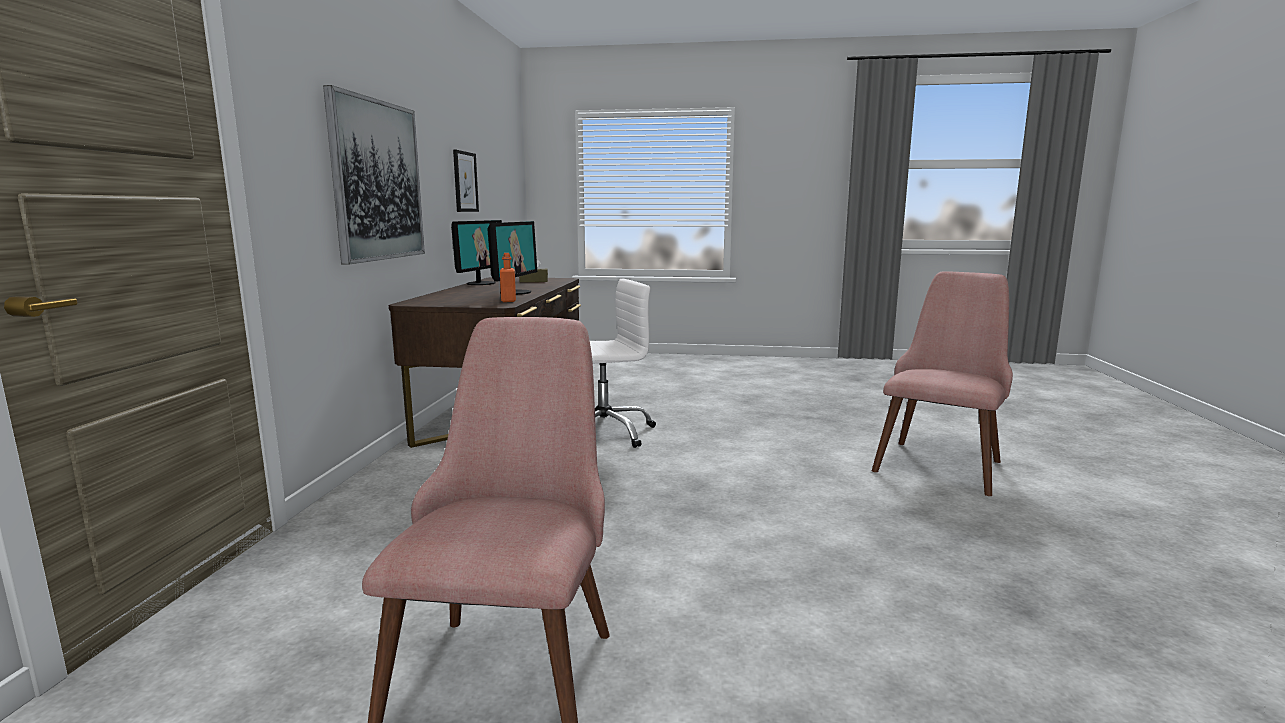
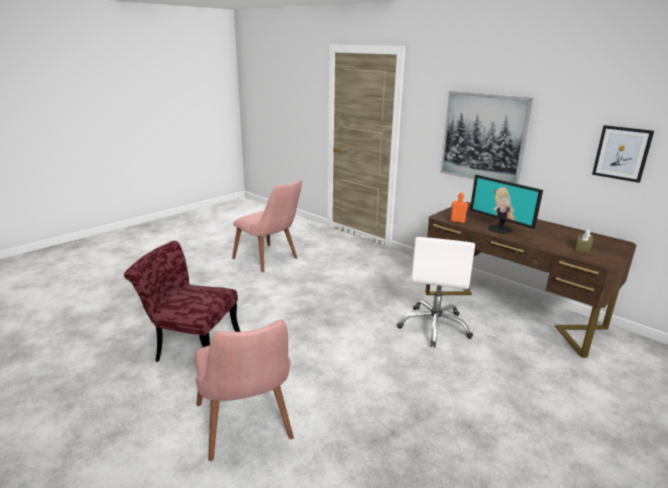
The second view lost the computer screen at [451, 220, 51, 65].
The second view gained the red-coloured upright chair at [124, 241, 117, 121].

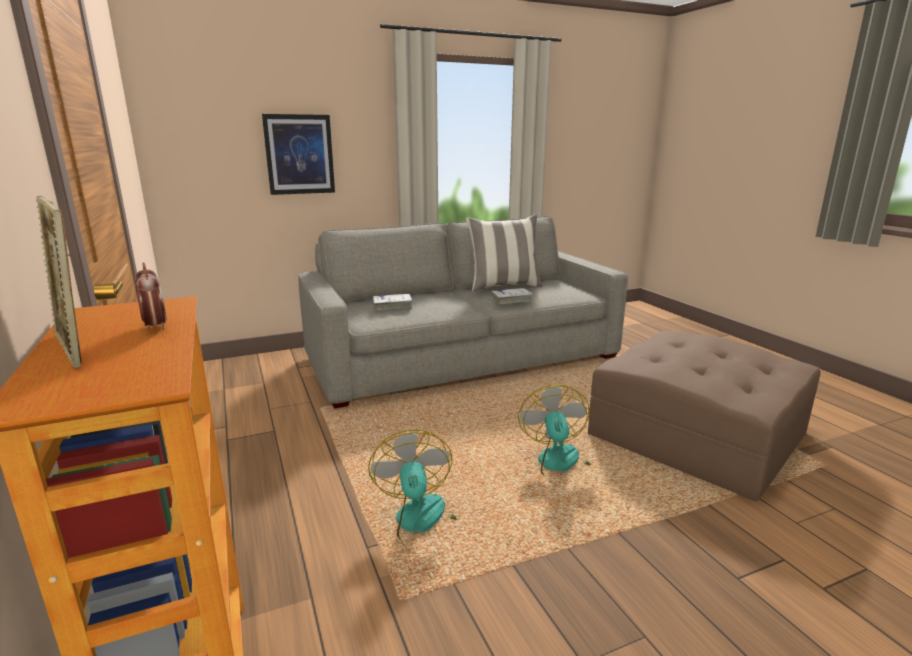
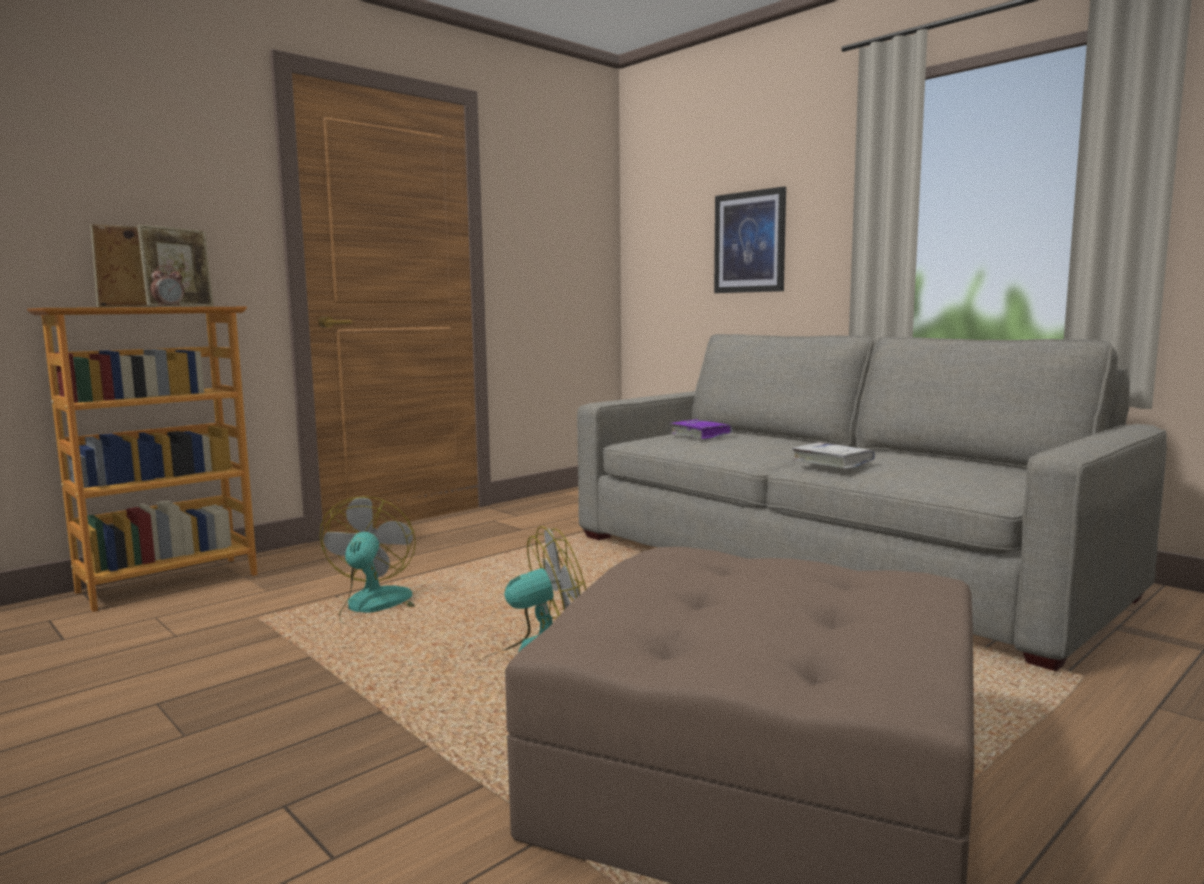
The second view lost the throw pillow at [466, 215, 77, 76].
The second view gained the photo frame at [137, 224, 77, 83].
What was the whitish bound book at [373, 294, 40, 16] turned into the purple-coloured bound book at [670, 419, 62, 20].
The electric fan at [368, 430, 89, 123] ended up facing another way, 60 degrees counterclockwise from before.

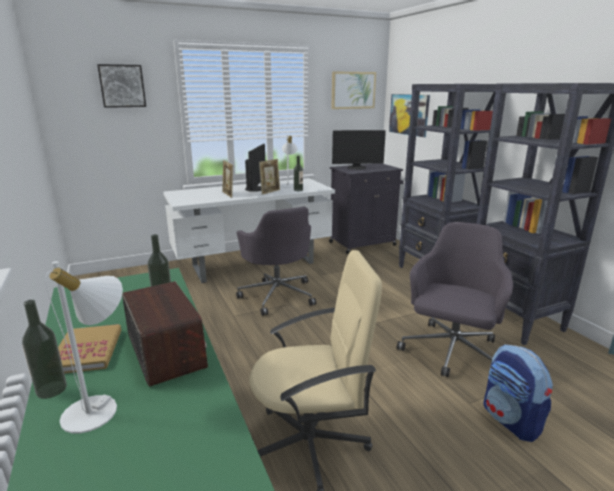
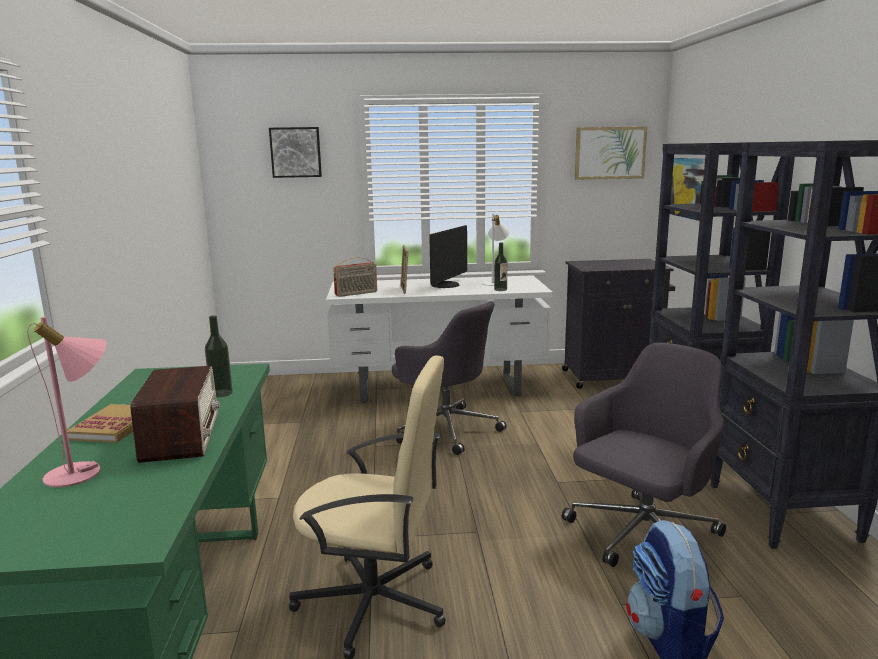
The second view lost the bottle at [22, 300, 45, 99].
The second view lost the photo frame at [259, 159, 21, 36].
The second view lost the computer screen at [332, 130, 54, 40].
The second view gained the radio set at [333, 257, 44, 40].
What was the whitish table lamp at [45, 261, 78, 172] turned into the pink table lamp at [27, 317, 79, 170].
The grey office chair at [236, 207, 80, 109] ended up facing another way, 45 degrees counterclockwise from before.

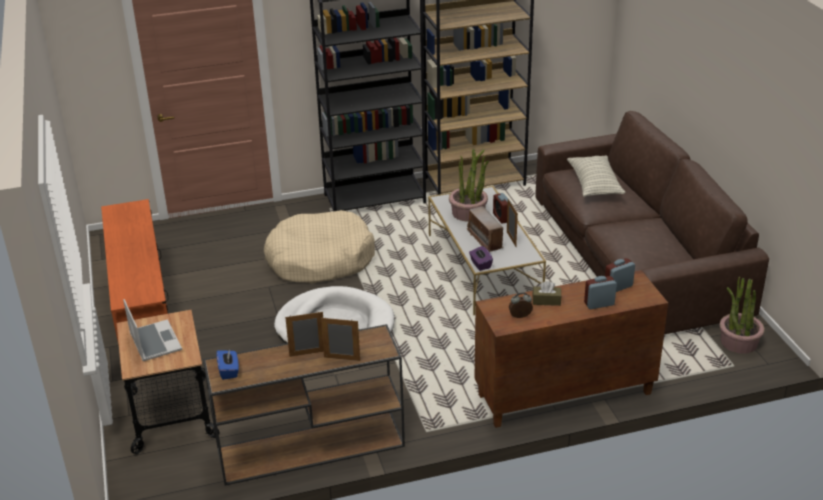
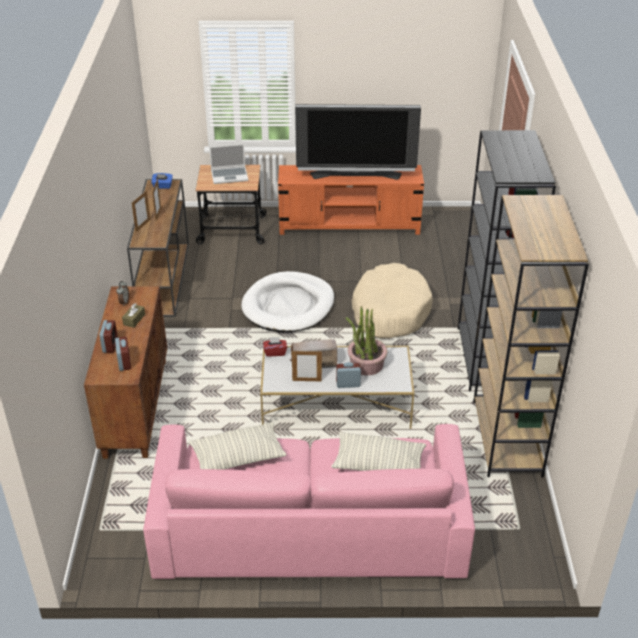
The second view lost the potted plant at [720, 277, 44, 77].
The second view gained the throw pillow at [189, 422, 97, 48].
The second view gained the TV at [295, 104, 126, 76].
What was the purple-coloured tissue box at [469, 246, 24, 25] turned into the red-coloured tissue box at [263, 337, 24, 20].
What was the brown sofa at [535, 111, 234, 223] turned into the pink sofa at [143, 424, 332, 155].

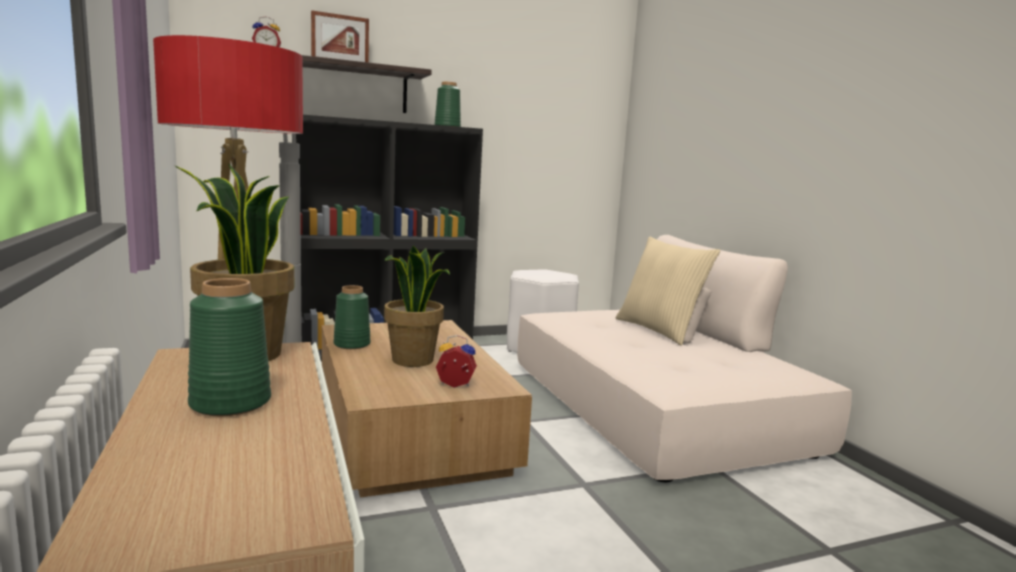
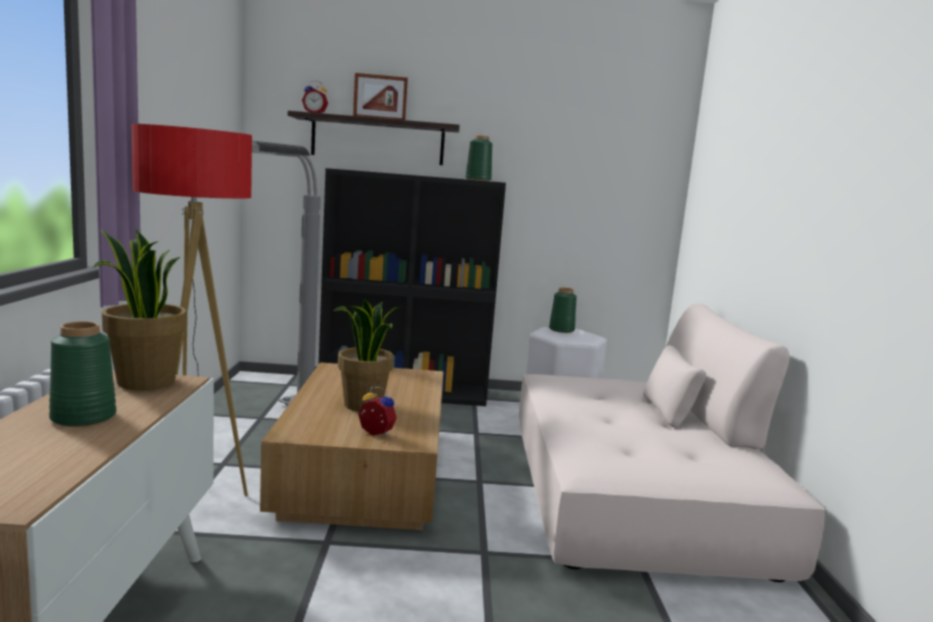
The second view lost the beige throw pillow at [616, 236, 104, 110].
The green decorative vase ended up elsewhere, having gone from [333, 285, 38, 64] to [549, 288, 28, 45].

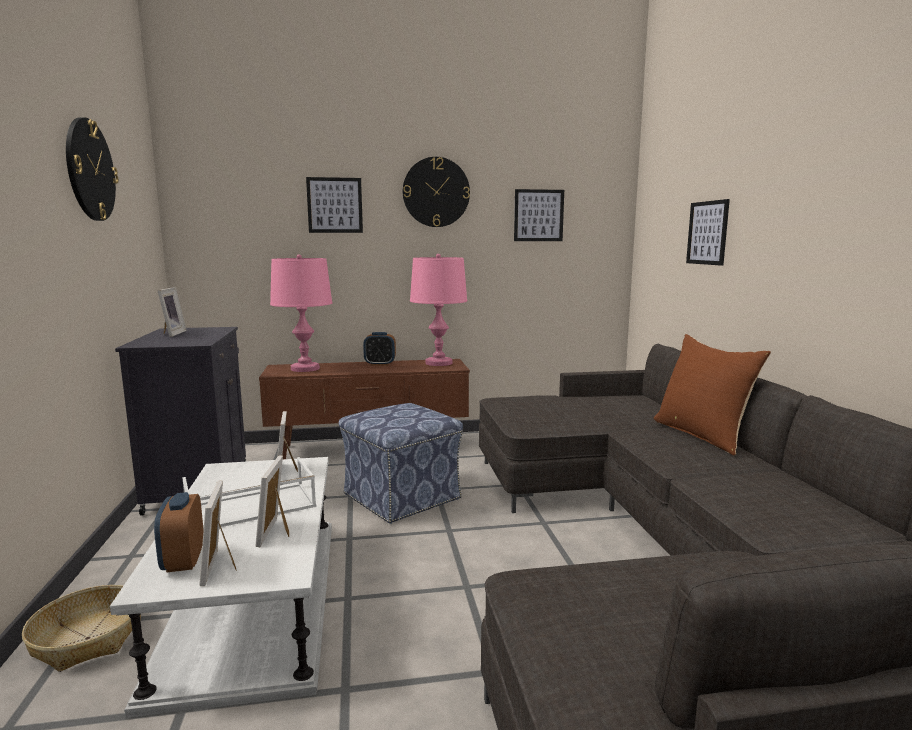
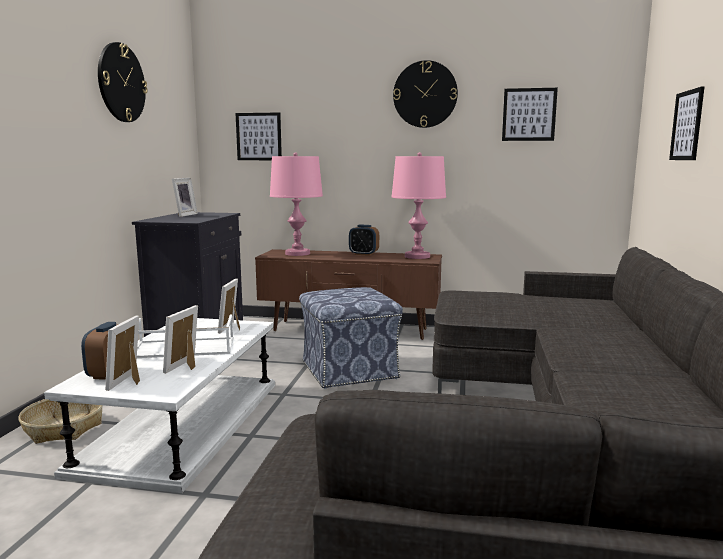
The second view lost the brown throw pillow at [654, 334, 117, 121].
The wall art ended up elsewhere, having gone from [306, 177, 57, 56] to [236, 112, 46, 48].

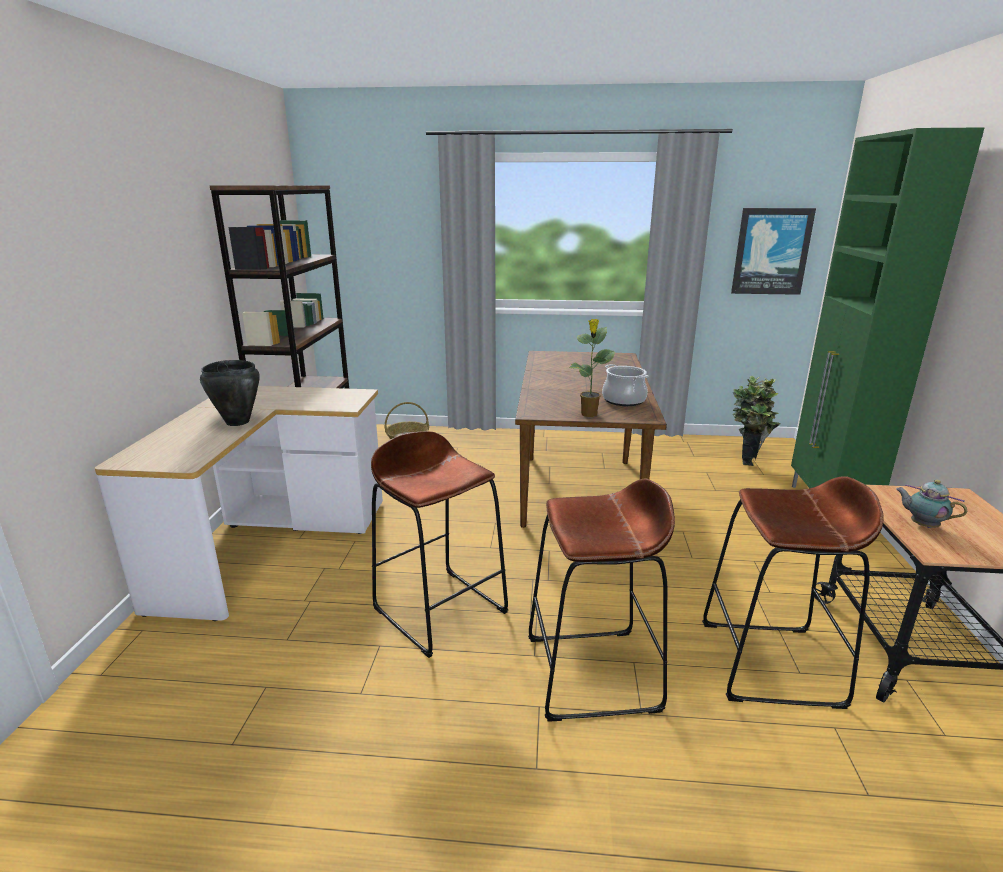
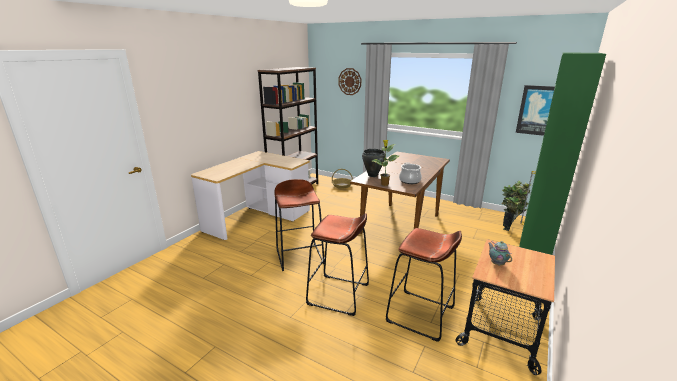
The second view gained the wall clock at [339, 68, 22, 27].
The black saucepot ended up elsewhere, having gone from [200, 360, 60, 66] to [362, 149, 24, 28].

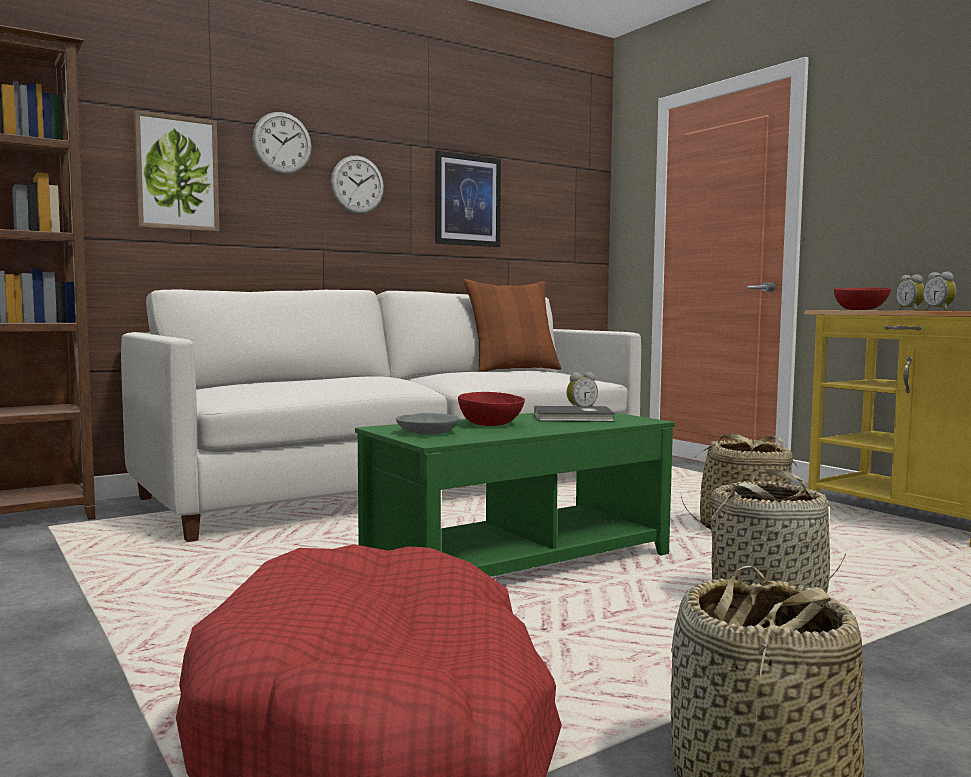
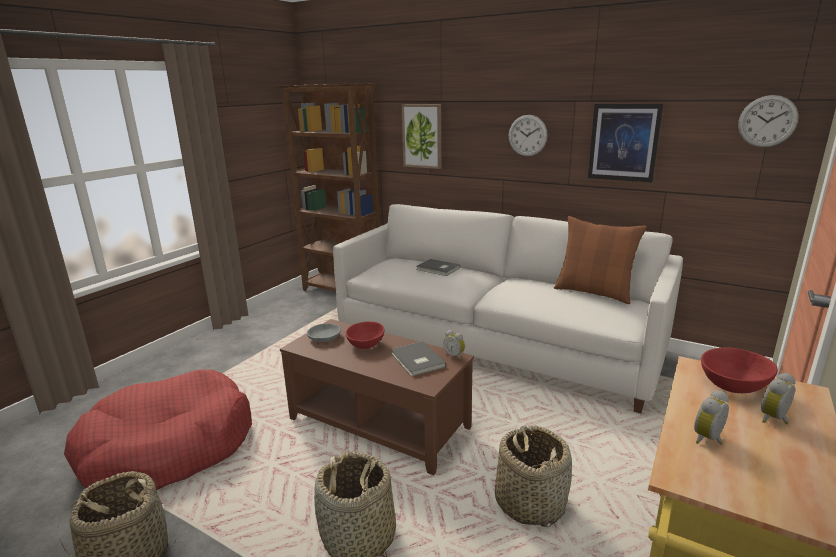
The second view gained the grey bound book at [416, 259, 44, 17].
The wall clock ended up elsewhere, having gone from [252, 112, 60, 62] to [738, 95, 61, 52].
What was the green lounge table at [355, 412, 320, 165] turned into the brown lounge table at [280, 319, 194, 156].

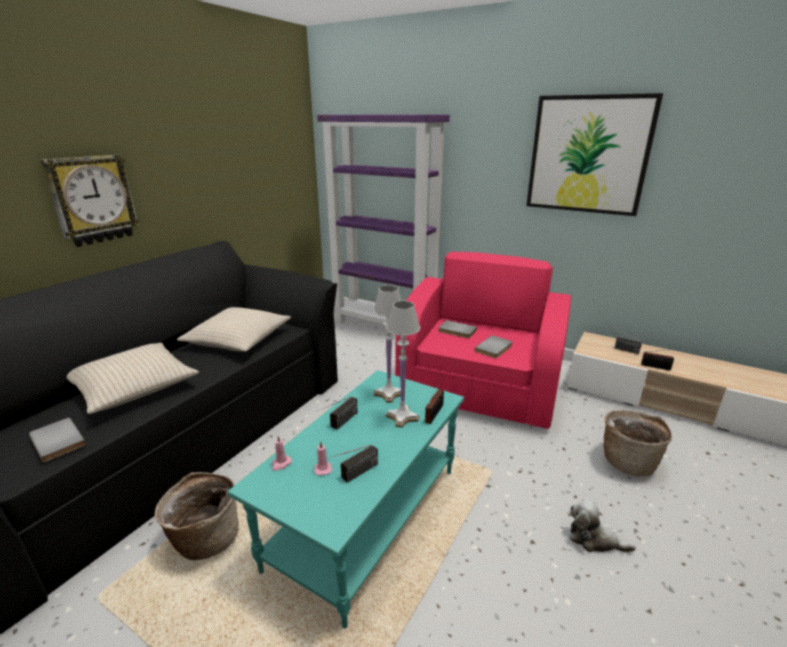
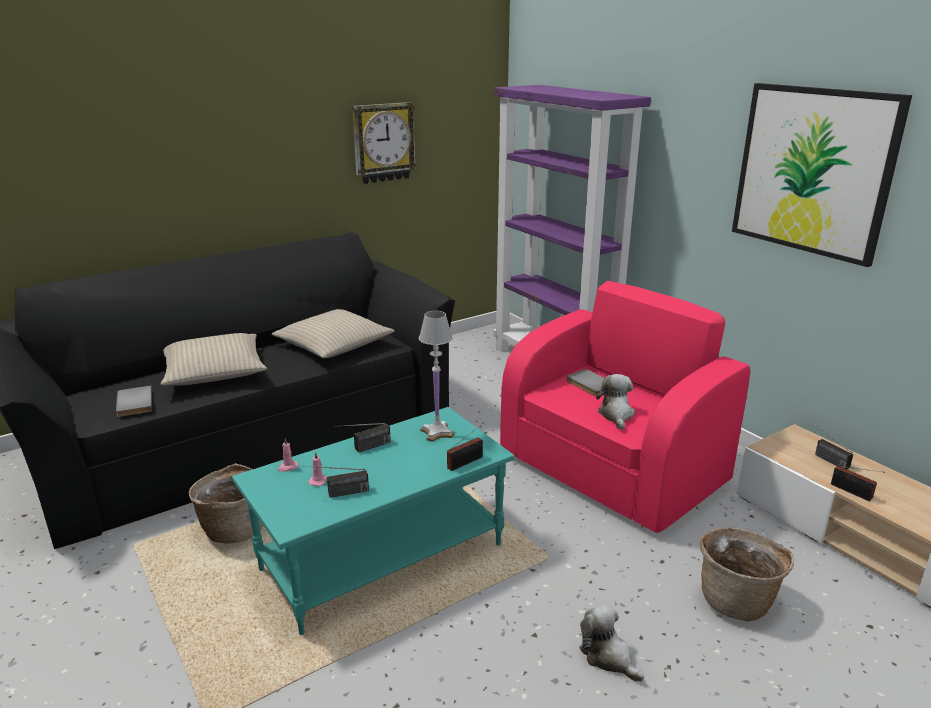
The second view lost the whitish table lamp at [386, 301, 34, 127].
The wall clock ended up elsewhere, having gone from [41, 154, 98, 93] to [352, 102, 65, 82].
Where the grey bound book stood at [474, 335, 39, 23], the plush toy came to stand at [596, 374, 39, 56].

